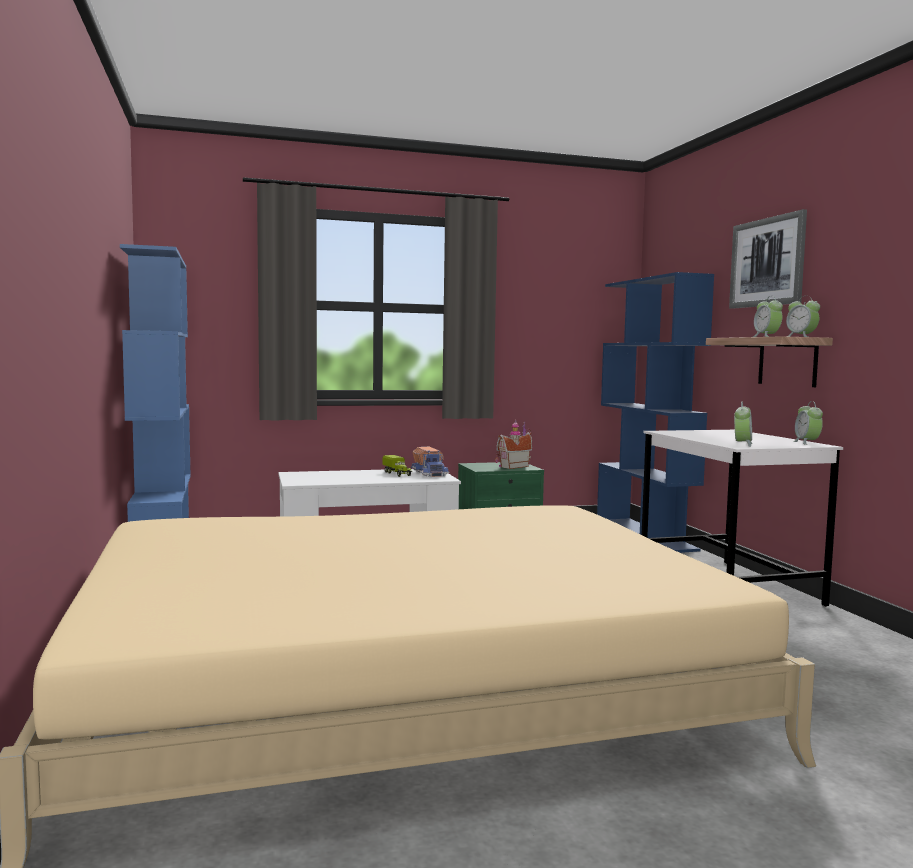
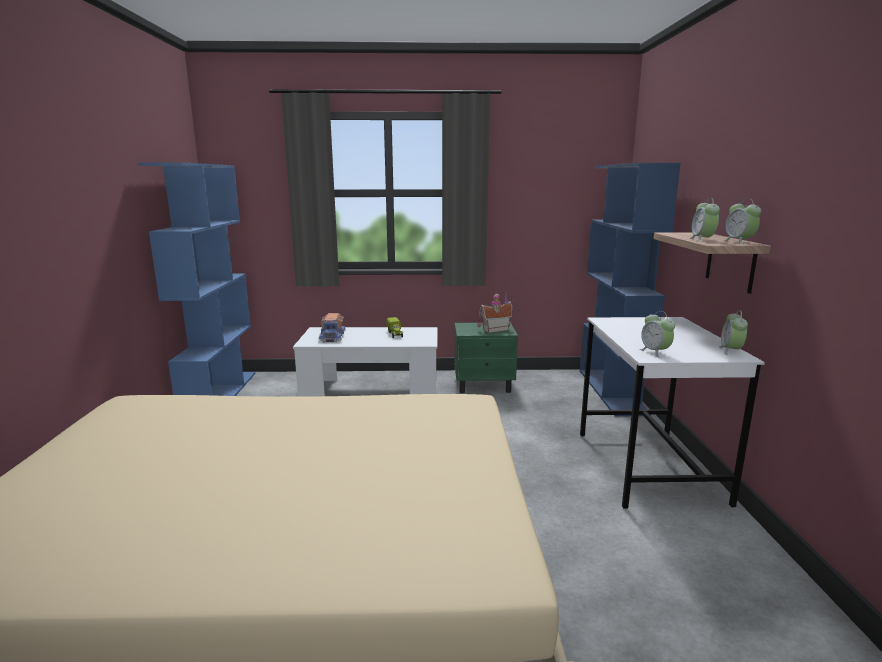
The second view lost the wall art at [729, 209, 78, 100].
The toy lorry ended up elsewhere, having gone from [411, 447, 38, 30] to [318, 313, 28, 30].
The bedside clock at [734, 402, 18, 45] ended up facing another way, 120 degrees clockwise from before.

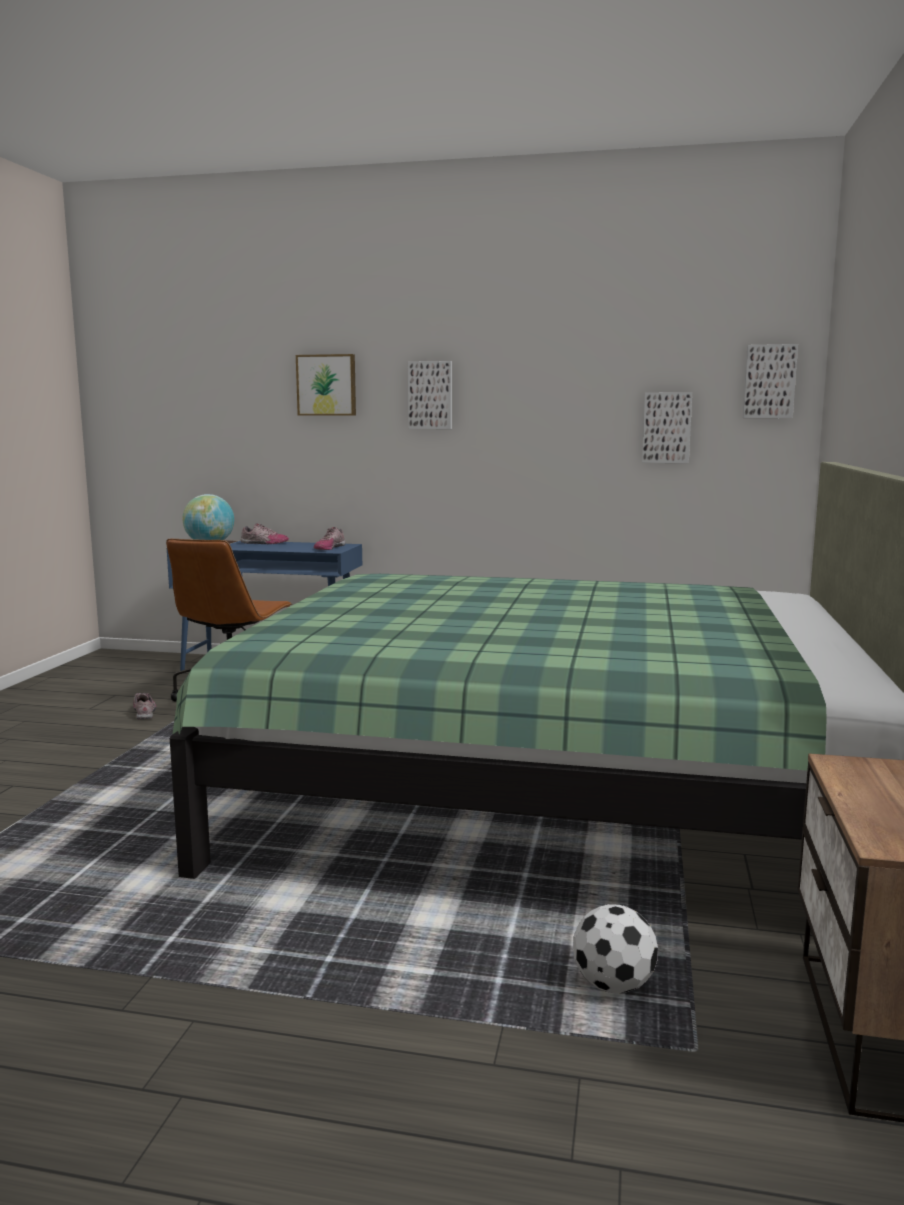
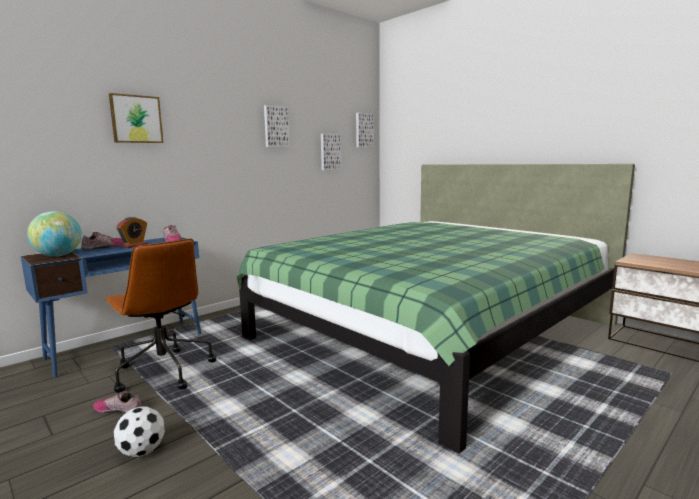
The second view gained the bedside clock at [116, 217, 32, 31].
The wall art ended up elsewhere, having gone from [408, 361, 44, 68] to [264, 105, 26, 42].
The ball for football ended up elsewhere, having gone from [573, 904, 85, 89] to [114, 407, 51, 50].

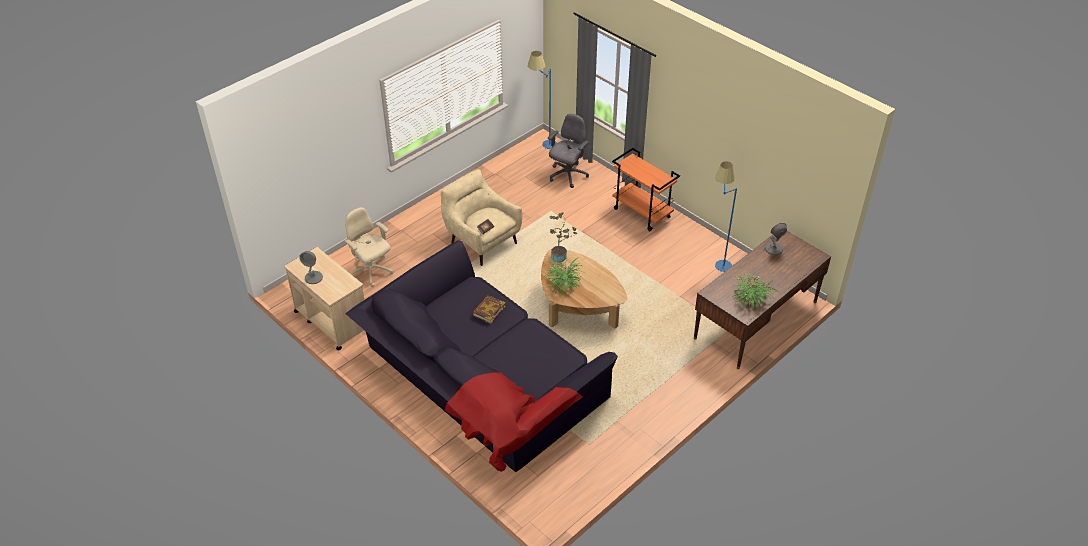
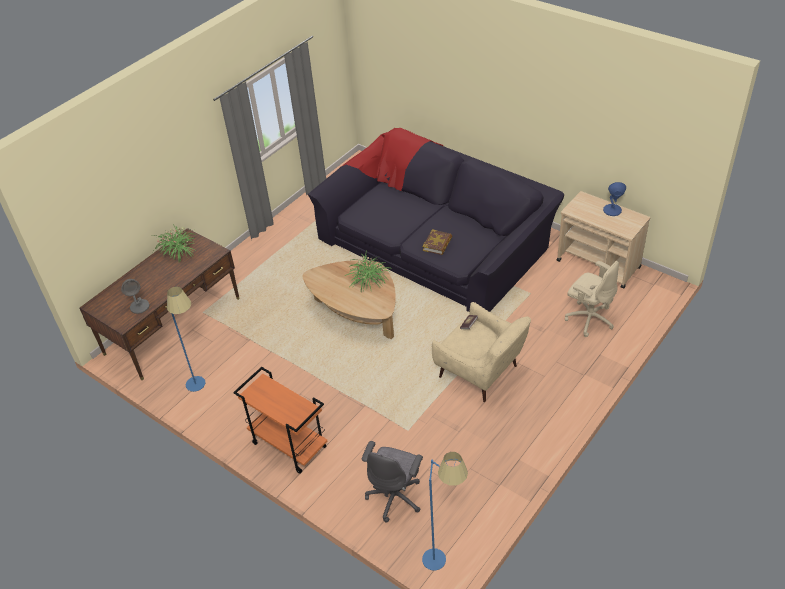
The second view lost the potted plant at [550, 213, 27, 49].
What was the grey table lamp at [299, 251, 24, 33] turned into the blue-coloured table lamp at [603, 182, 23, 34].

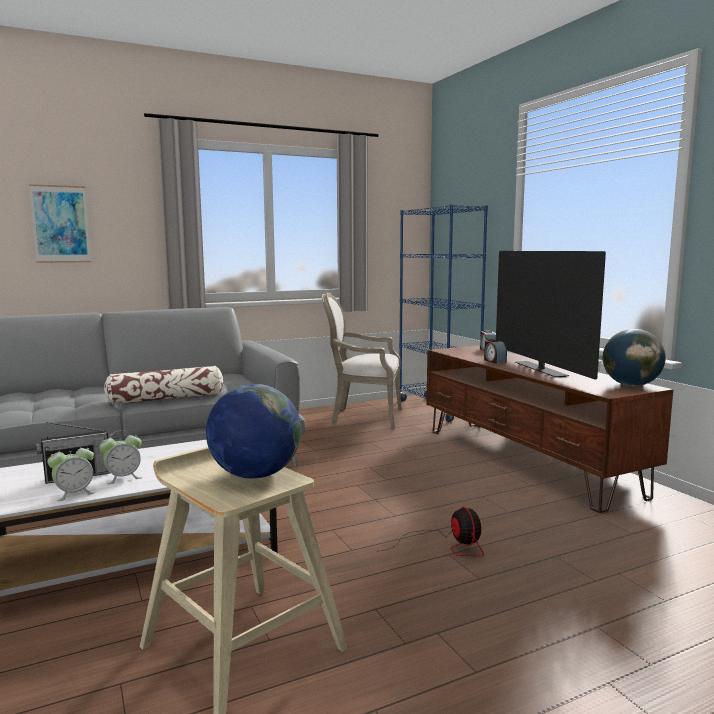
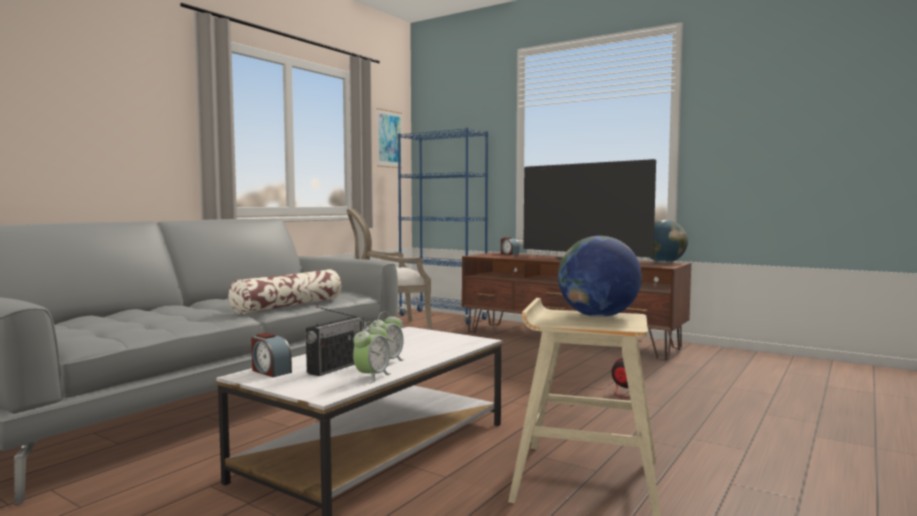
The wall art ended up elsewhere, having gone from [29, 184, 62, 79] to [377, 108, 25, 60].
The bedside clock ended up elsewhere, having gone from [484, 339, 23, 25] to [251, 333, 41, 44].

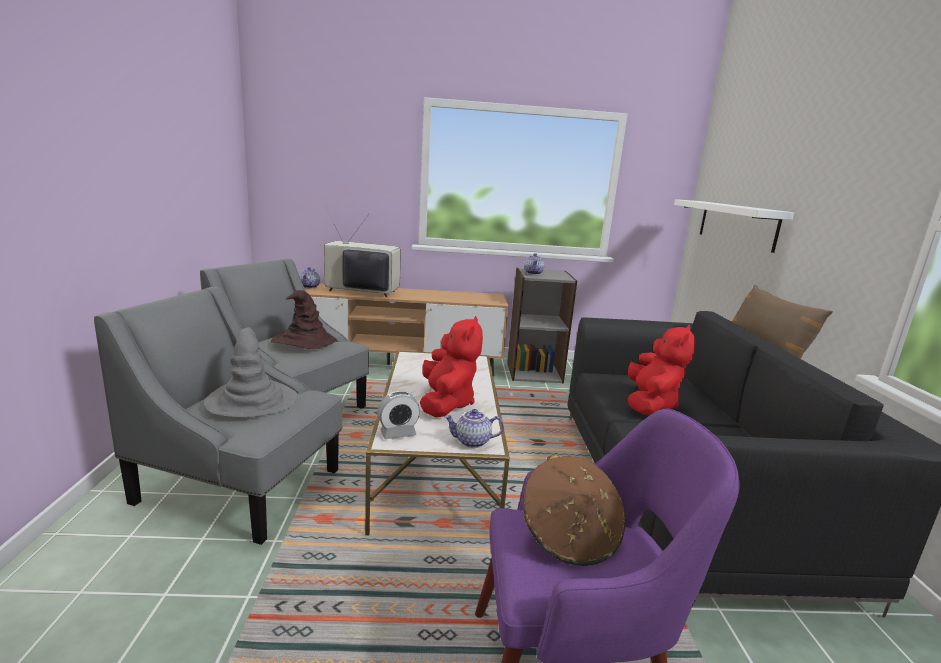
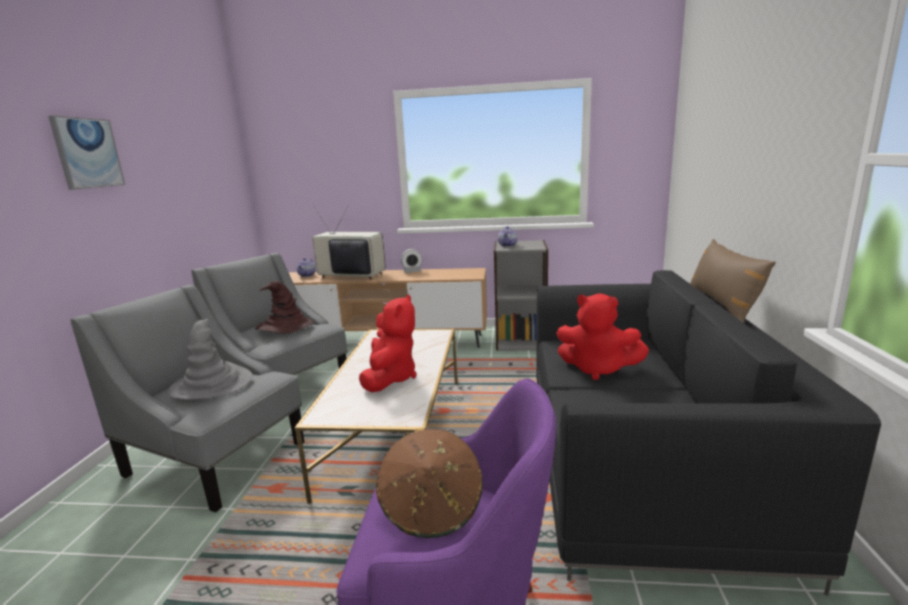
The second view lost the tea pot at [444, 409, 60, 39].
The second view lost the whitish wall shelf at [674, 199, 120, 54].
The second view gained the wall art at [48, 116, 77, 74].
The bedside clock ended up elsewhere, having gone from [378, 391, 42, 48] to [401, 249, 21, 24].
The red-coloured plush toy at [628, 325, 67, 90] ended up facing another way, 90 degrees clockwise from before.

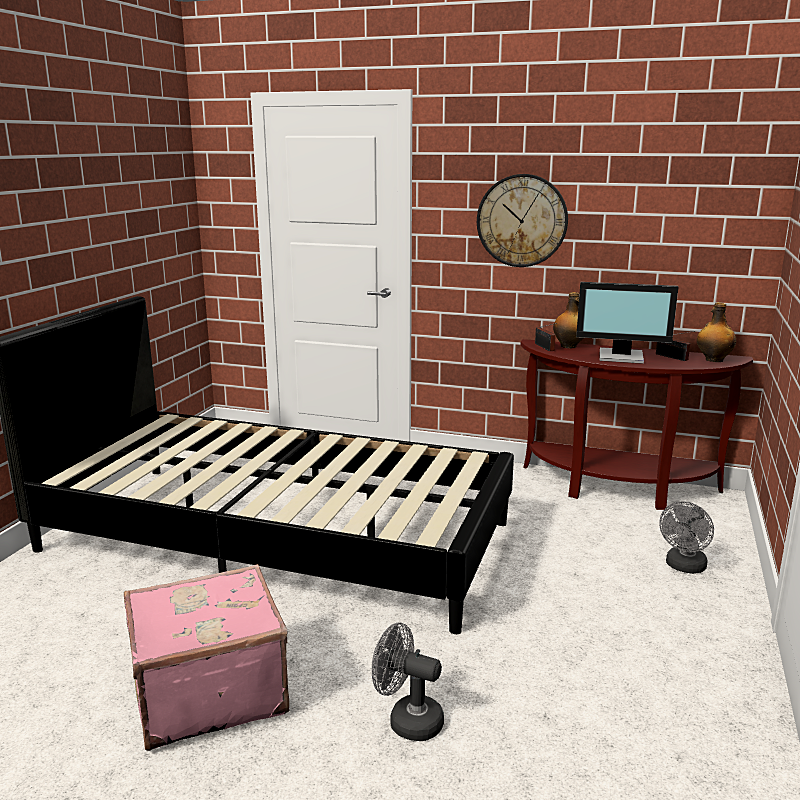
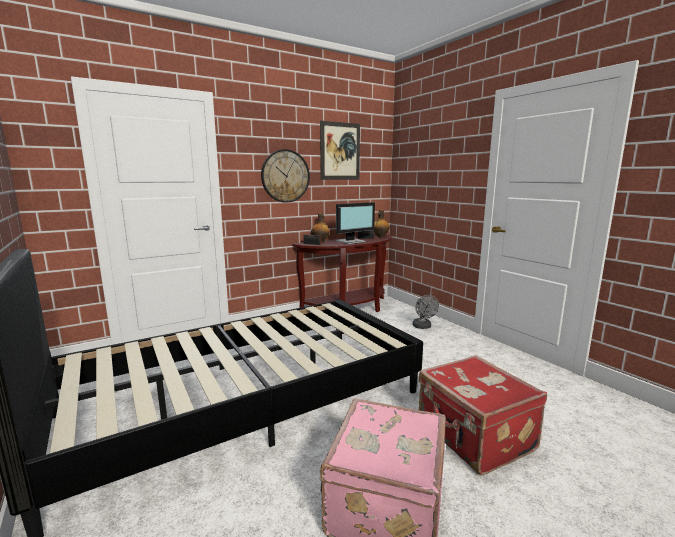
The second view gained the wall art at [320, 121, 40, 59].
Where the grey electric fan stood at [372, 623, 72, 118], the red-coloured suitcase came to stand at [419, 355, 128, 120].

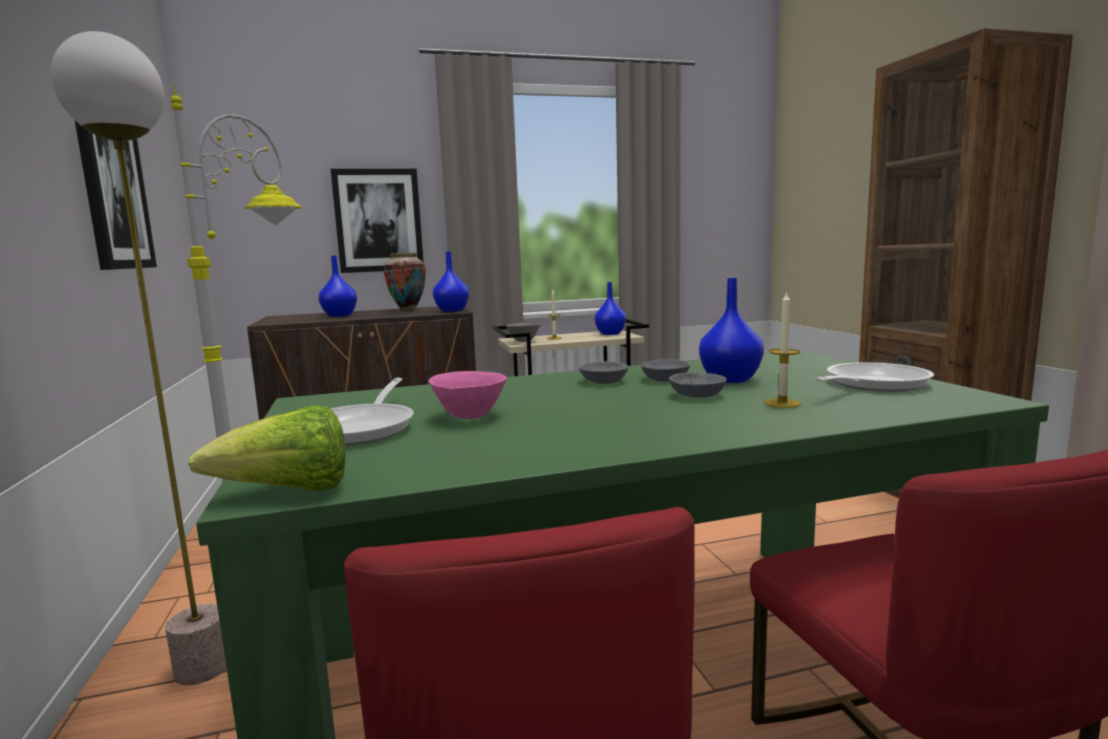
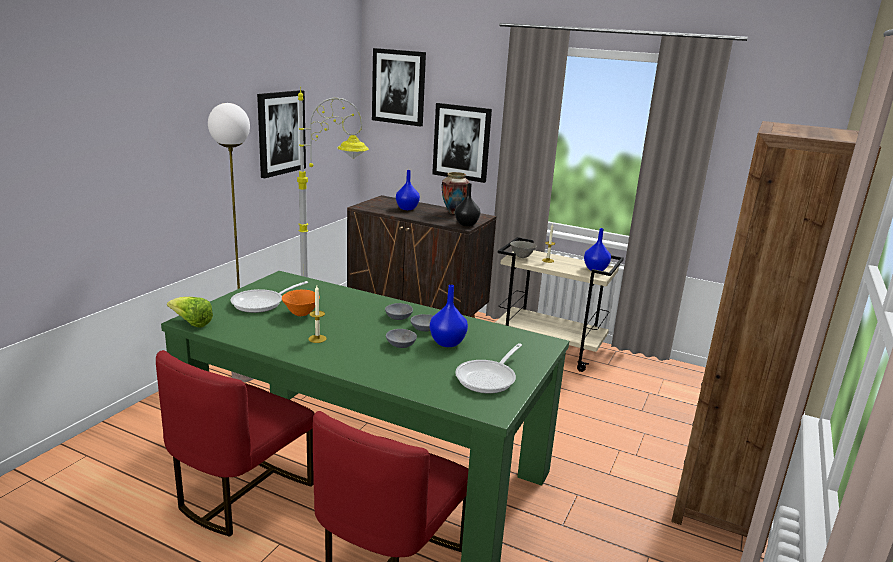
The second view gained the wall art at [372, 48, 54, 79].
The wax candle ended up elsewhere, having gone from [764, 291, 37, 117] to [308, 285, 19, 58].
What was the pink serving bowl at [428, 371, 79, 48] turned into the orangey serving bowl at [282, 290, 38, 26].
What was the blue-coloured decorative vase at [433, 251, 36, 61] turned into the black decorative vase at [455, 183, 25, 43].
The pan at [814, 362, 120, 30] ended up facing another way, 120 degrees clockwise from before.

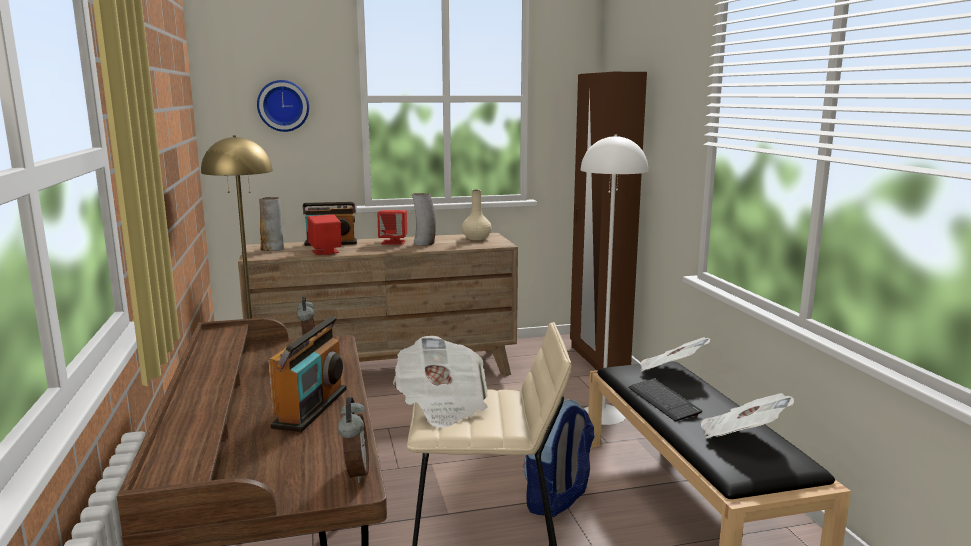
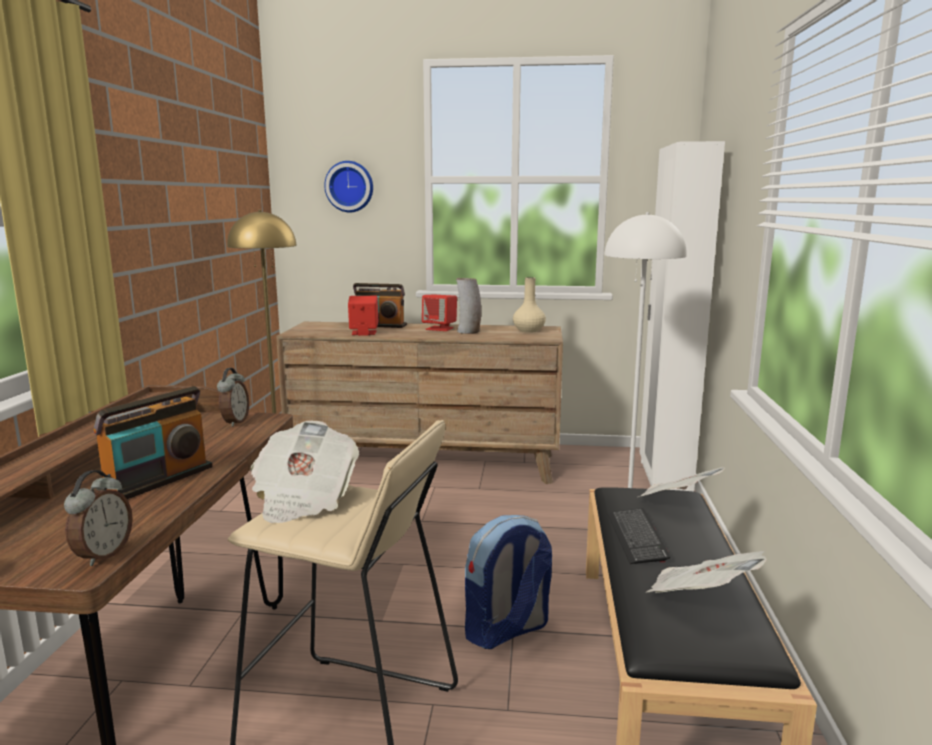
The second view lost the decorative vase at [259, 197, 25, 54].
What was the brown clothes cupboard at [570, 72, 77, 298] turned into the whitish clothes cupboard at [639, 141, 86, 350].

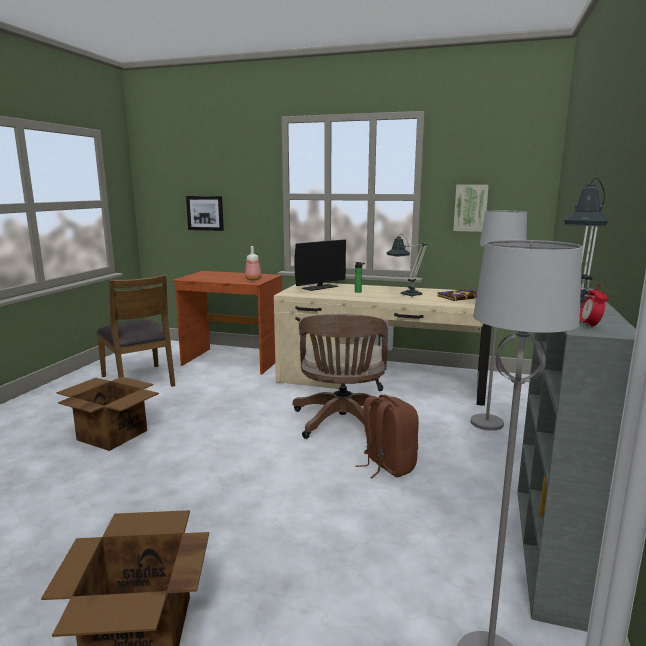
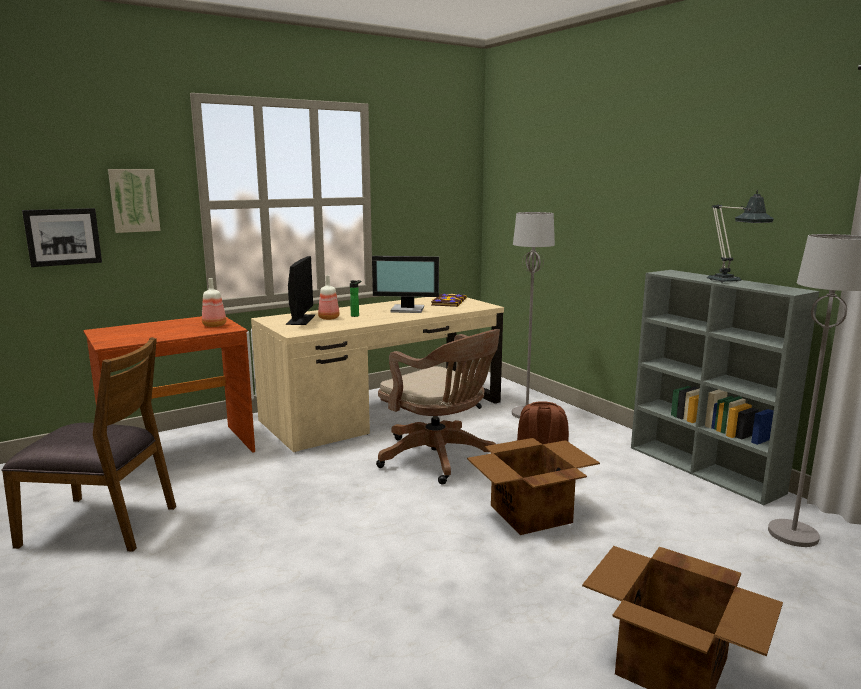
The second view lost the bedside clock at [580, 284, 28, 45].
The second view gained the bottle at [318, 275, 22, 45].
The cardboard box ended up elsewhere, having gone from [56, 377, 103, 74] to [467, 438, 133, 97].
The wall art ended up elsewhere, having gone from [453, 185, 36, 47] to [108, 169, 53, 64].
Where the table lamp stood at [386, 234, 42, 63], the computer screen came to stand at [372, 256, 67, 57].

